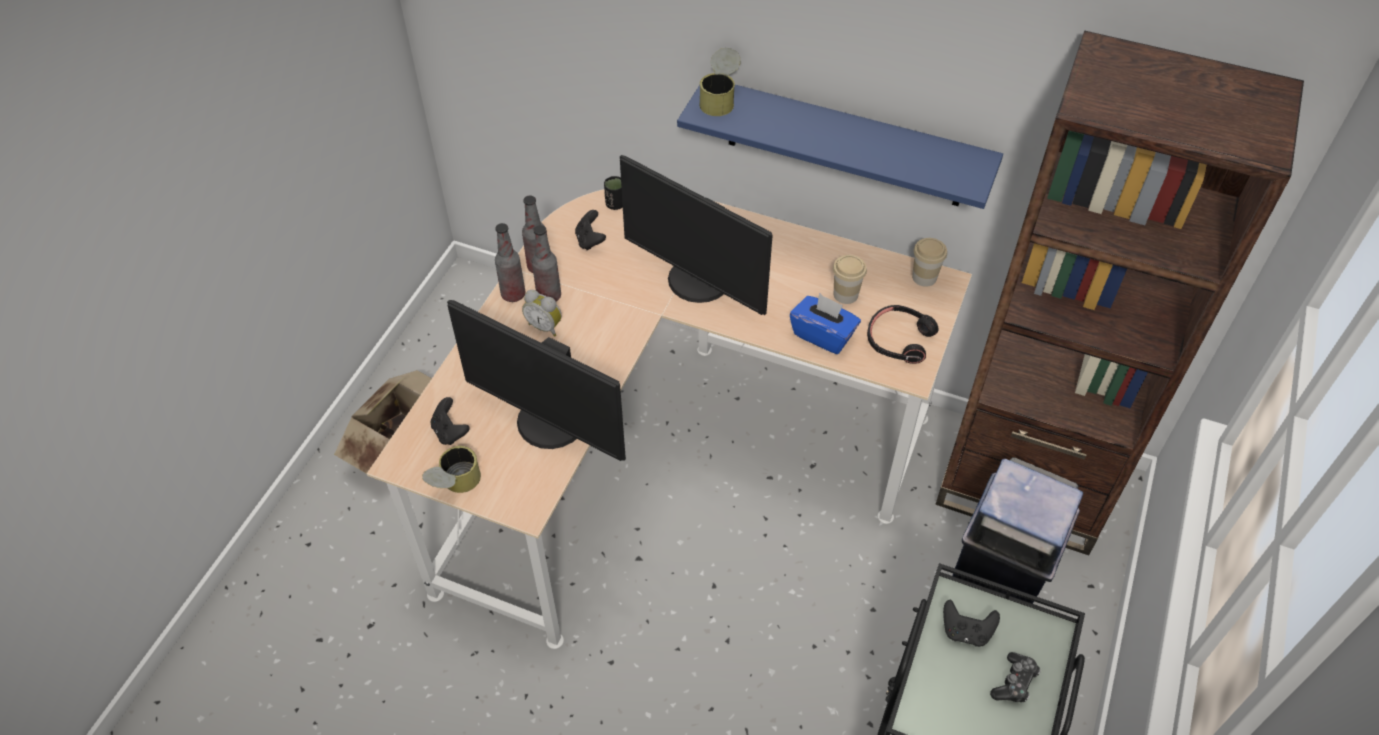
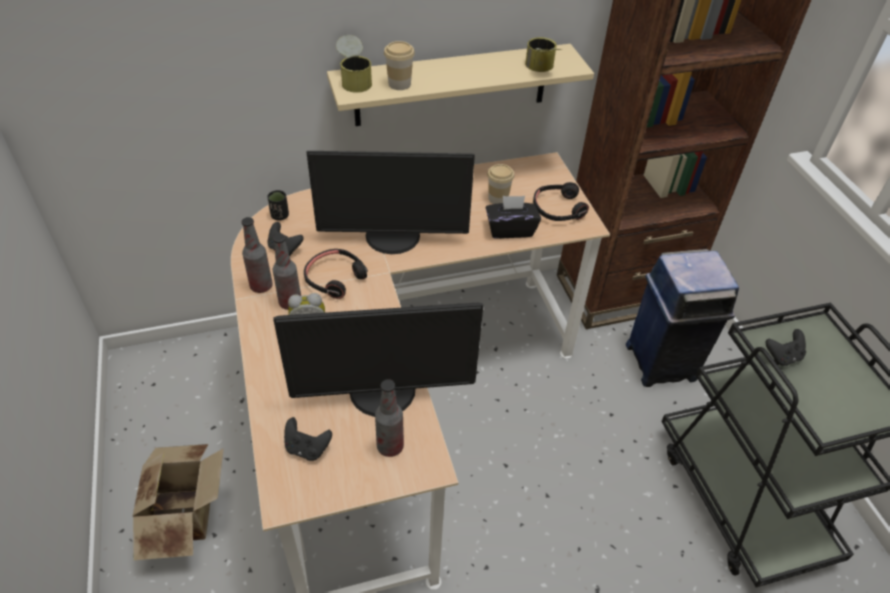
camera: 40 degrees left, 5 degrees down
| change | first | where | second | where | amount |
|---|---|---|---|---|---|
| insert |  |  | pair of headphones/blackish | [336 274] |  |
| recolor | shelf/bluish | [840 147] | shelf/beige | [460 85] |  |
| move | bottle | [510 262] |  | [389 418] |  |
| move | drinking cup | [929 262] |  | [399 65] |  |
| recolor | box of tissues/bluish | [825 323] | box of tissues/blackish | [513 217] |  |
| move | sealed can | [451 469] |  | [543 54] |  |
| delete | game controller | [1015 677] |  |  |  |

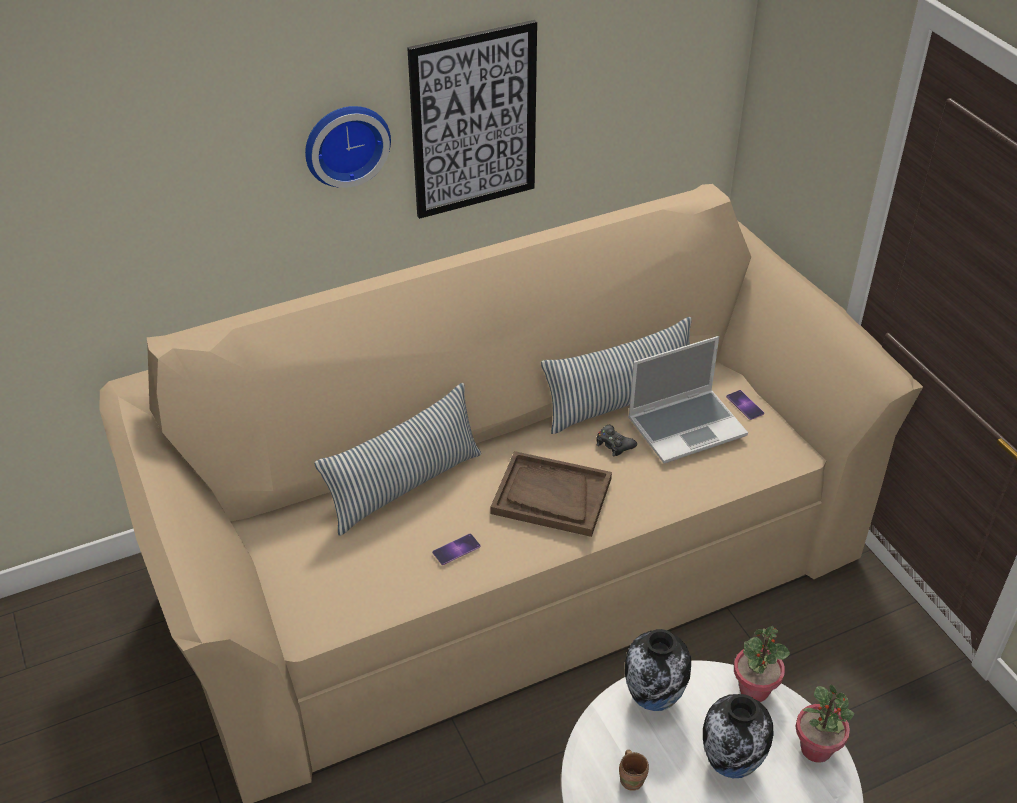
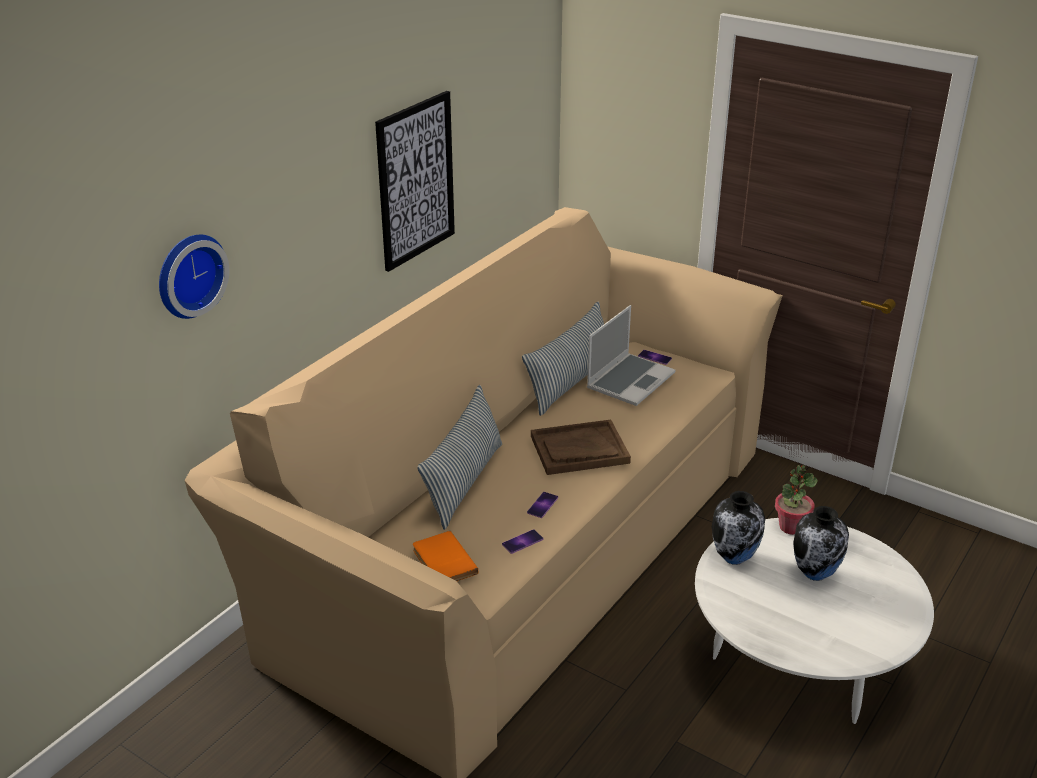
camera: 30 degrees left, 10 degrees down
| change | first | where | second | where | amount |
|---|---|---|---|---|---|
| move | hanging clock | [348 147] |  | [194 277] |  |
| insert |  |  | volume/orangey | [445 556] |  |
| insert |  |  | telephone | [522 541] |  |
| delete | game controller/blackish | [616 440] |  |  |  |
| delete | coffee mug/brownish | [634 770] |  |  |  |
| delete | plant in a pot | [824 723] |  |  |  |

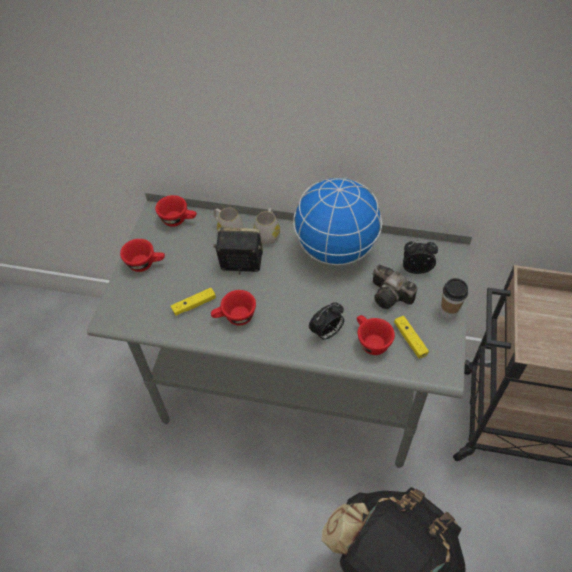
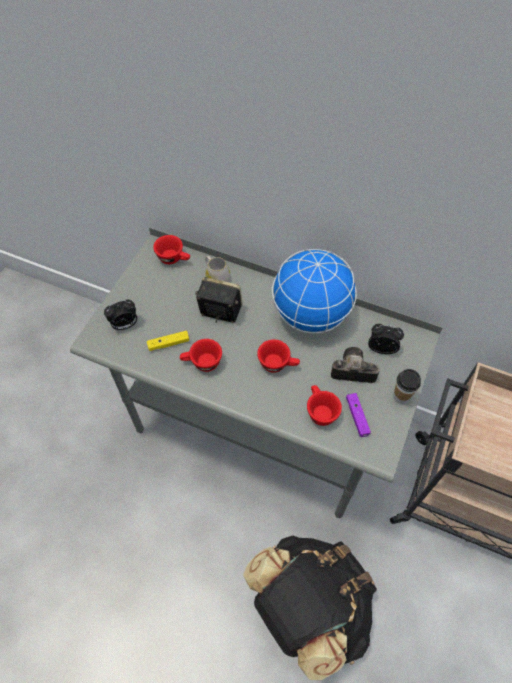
camera: 10 degrees right, 5 degrees up
| change | first | where | second | where | amount |
|---|---|---|---|---|---|
| move | alarm clock | [326 321] |  | [120 315] |  |
| move | drinking cup/reddish | [142 255] |  | [278 356] |  |
| rotate | photo camera | [395 287] |  | [355 365] | 135 degrees clockwise |
| recolor | game controller/yellowish | [411 337] | game controller/purple-coloured | [358 415] |  |
| delete | coffee mug/white | [267 226] |  |  |  |

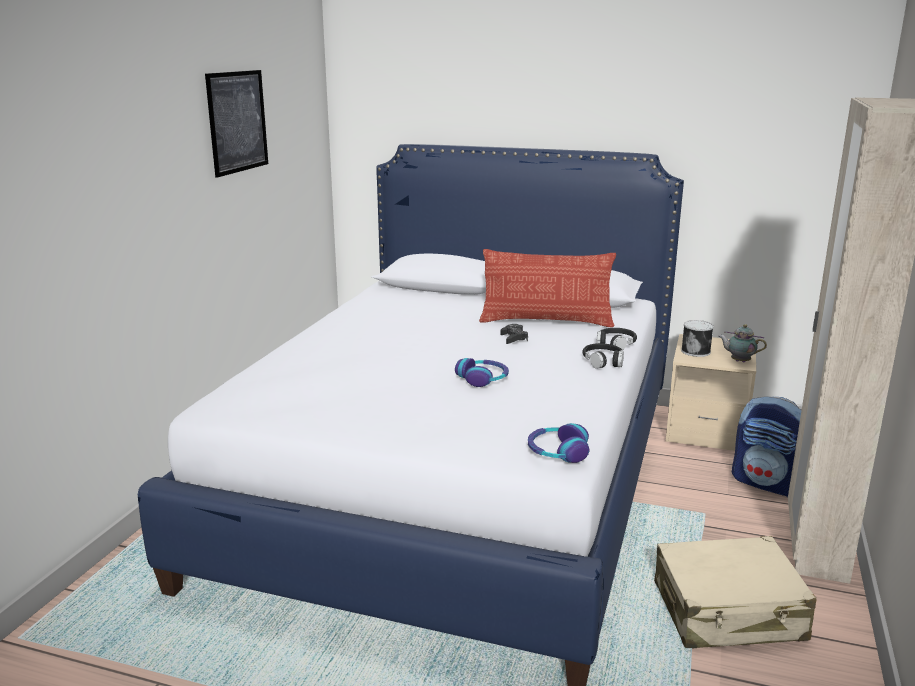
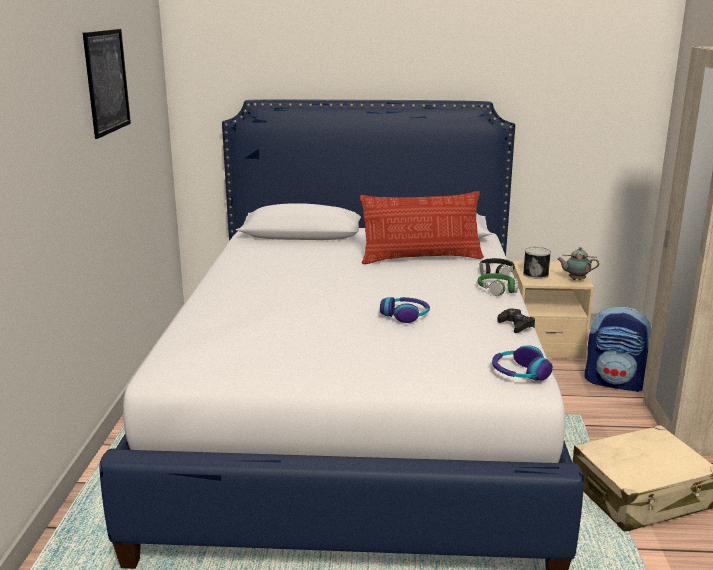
camera: 15 degrees left, 0 degrees up
| change | first | where | second | where | amount |
|---|---|---|---|---|---|
| recolor | pair of headphones/blackish | [603 356] | pair of headphones/green | [498 284] |  |
| move | game controller/blackish | [514 334] |  | [516 320] |  |

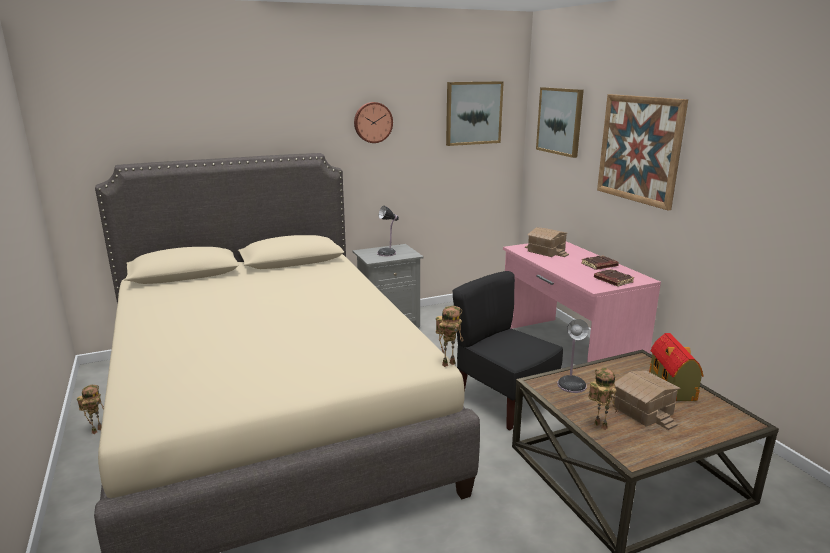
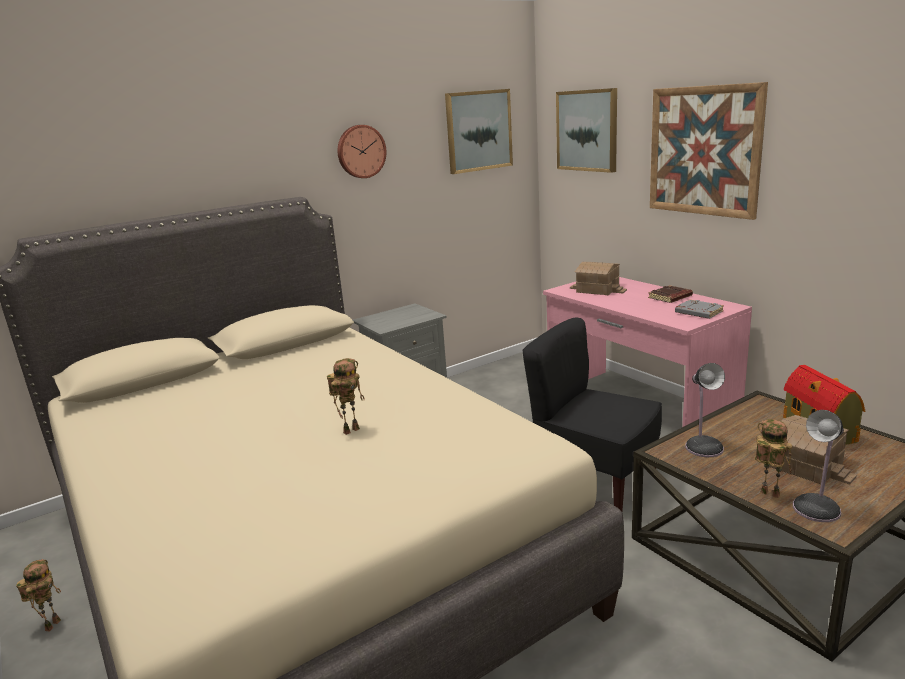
camera: 10 degrees left, 0 degrees up
| change | first | where | second | where | amount |
|---|---|---|---|---|---|
| move | toy robot | [449 336] |  | [346 396] |  |
| recolor | volume/brownish | [614 277] | volume/grey | [699 309] |  |
| move | table lamp | [388 231] |  | [818 466] |  |

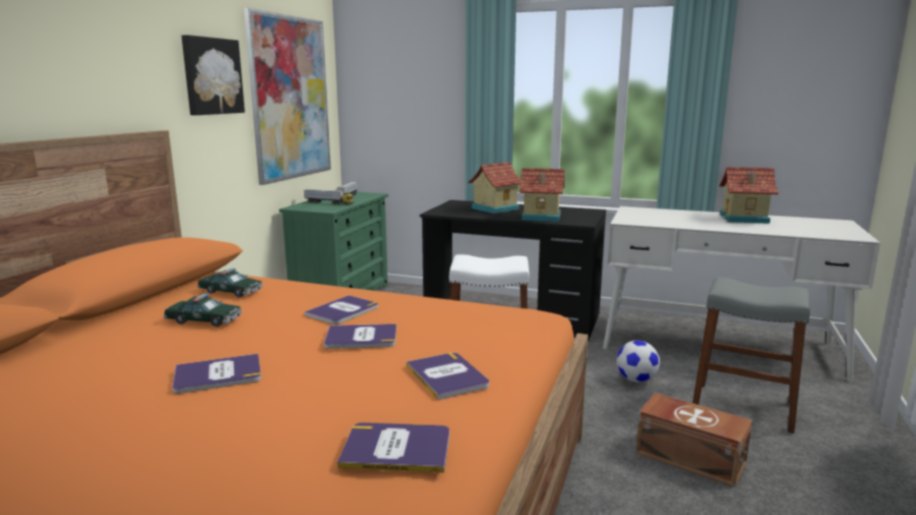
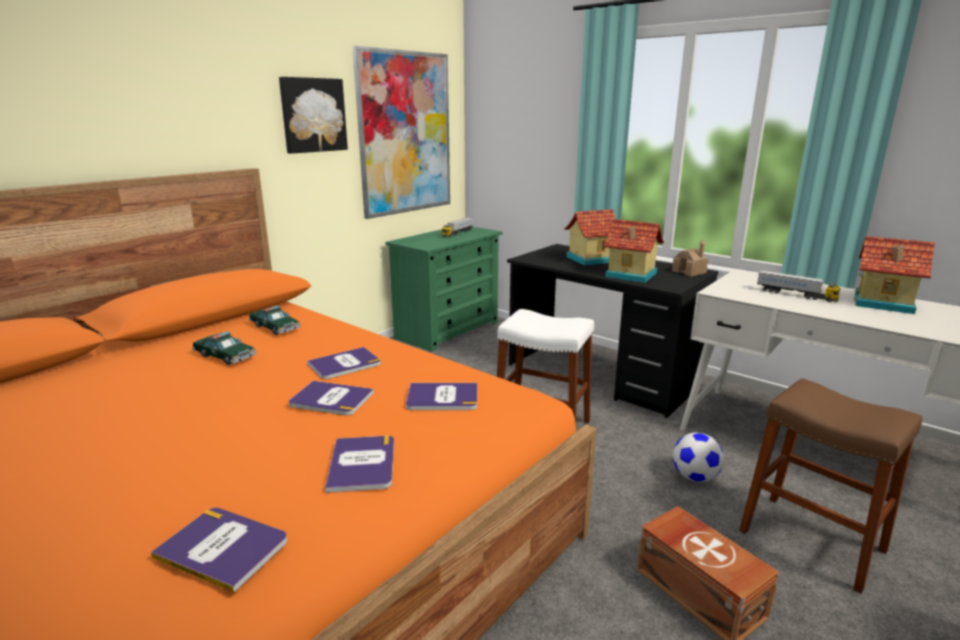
camera: 20 degrees right, 5 degrees up
| change | first | where | second | where | amount |
|---|---|---|---|---|---|
| move | volume | [216 374] |  | [441 396] |  |
| insert |  |  | model house | [690 258] |  |
| recolor | sitting stool/grey | [751 355] | sitting stool/brownish | [830 486] |  |
| move | model truck | [328 197] |  | [799 286] |  |

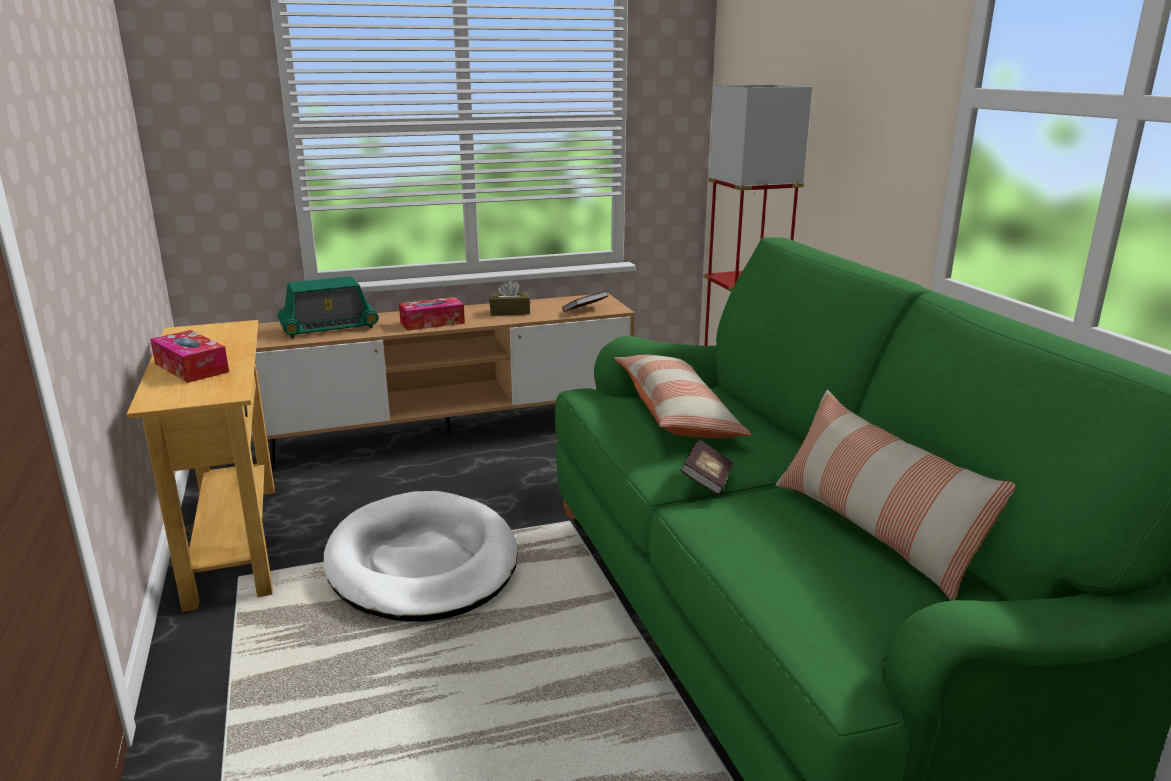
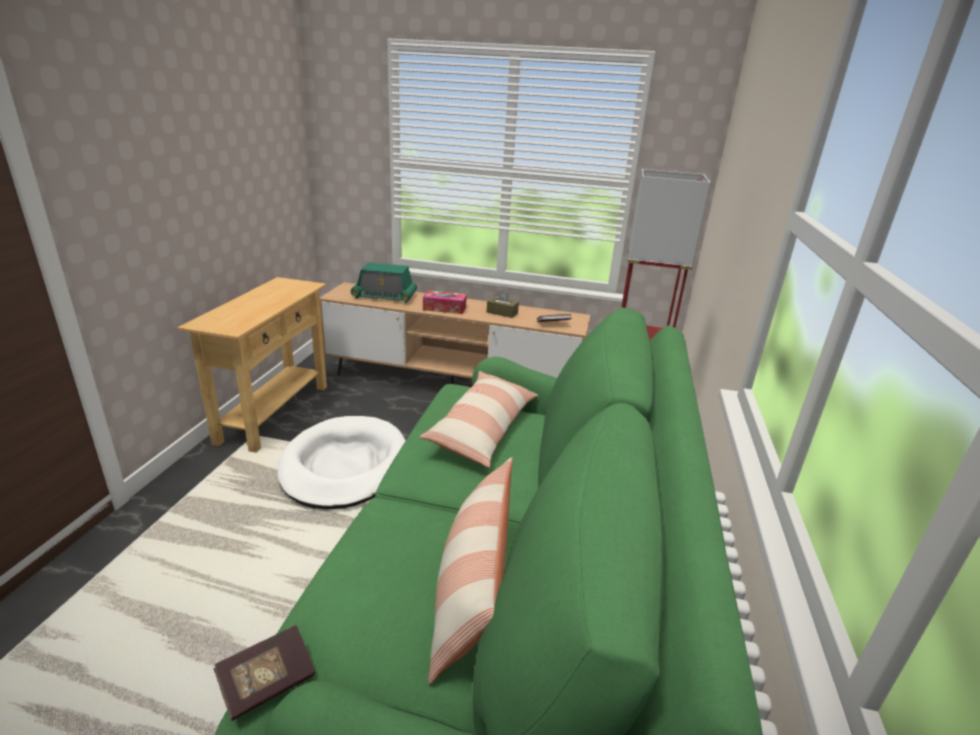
camera: 30 degrees right, 5 degrees up
| change | first | where | second | where | amount |
|---|---|---|---|---|---|
| move | volume | [706 467] |  | [264 673] |  |
| delete | box of tissues | [189 356] |  |  |  |

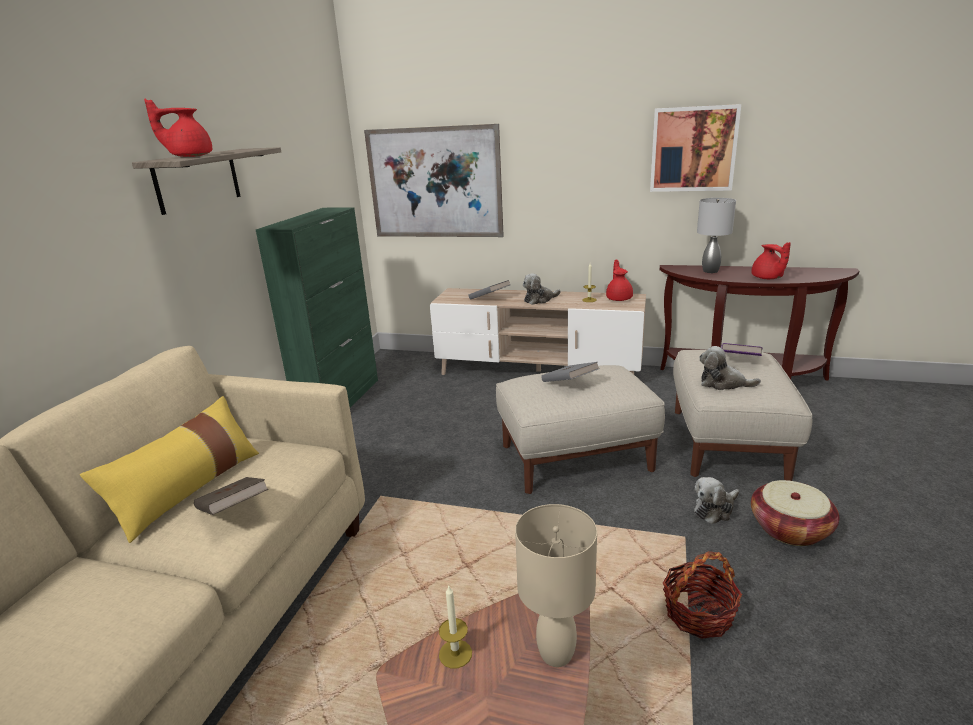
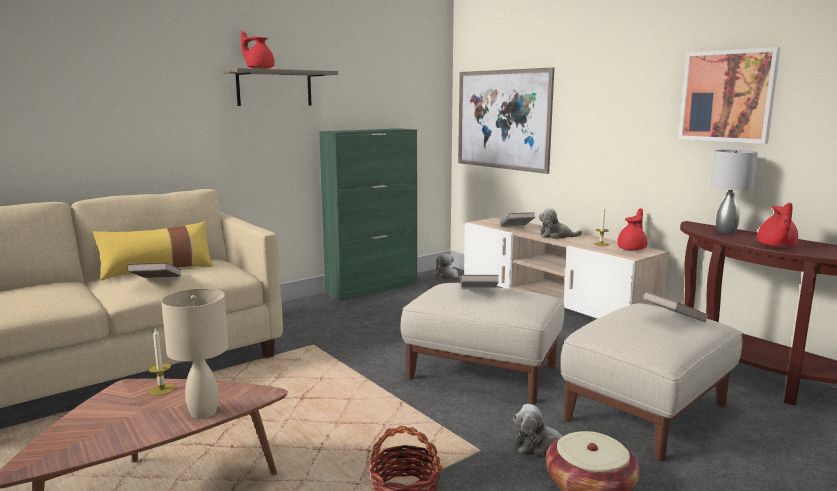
camera: 35 degrees right, 10 degrees down
| change | first | where | second | where | amount |
|---|---|---|---|---|---|
| move | cuddly toy | [730 368] |  | [448 267] |  |
| recolor | volume/purple-coloured | [742 349] | volume/grey | [675 307] |  |

